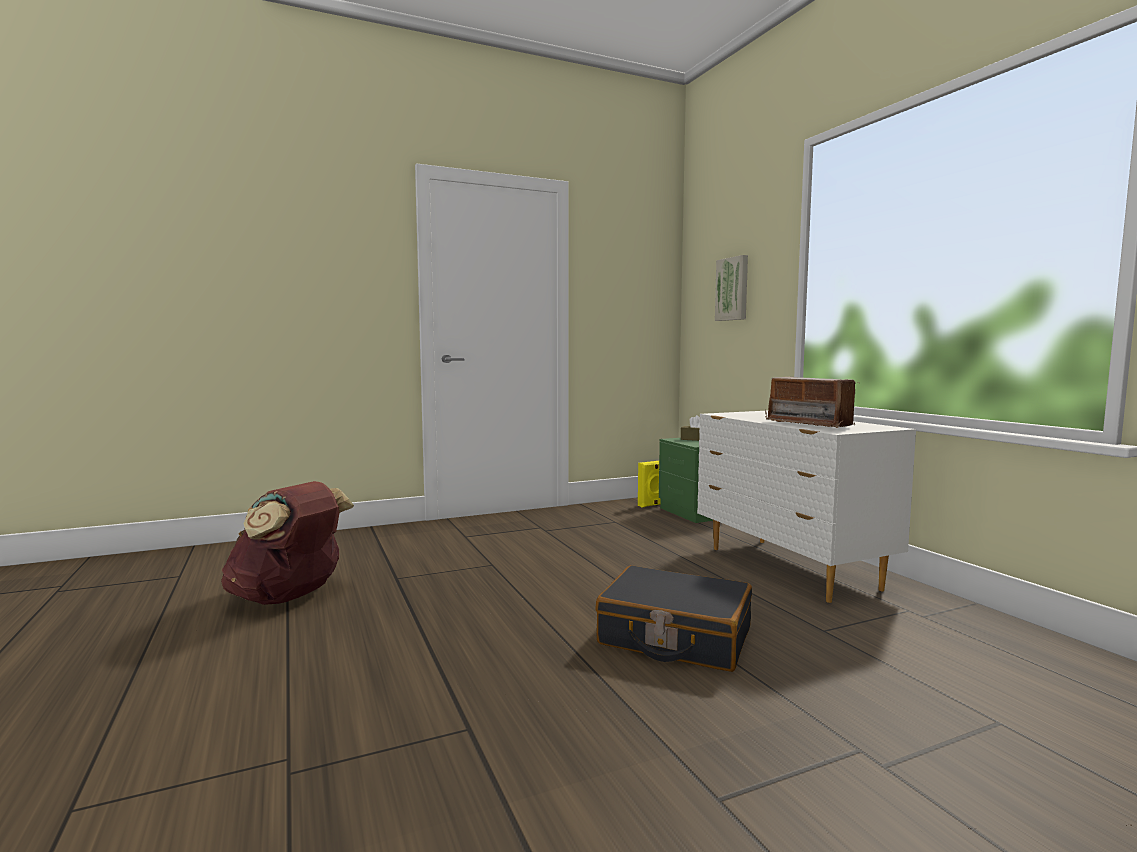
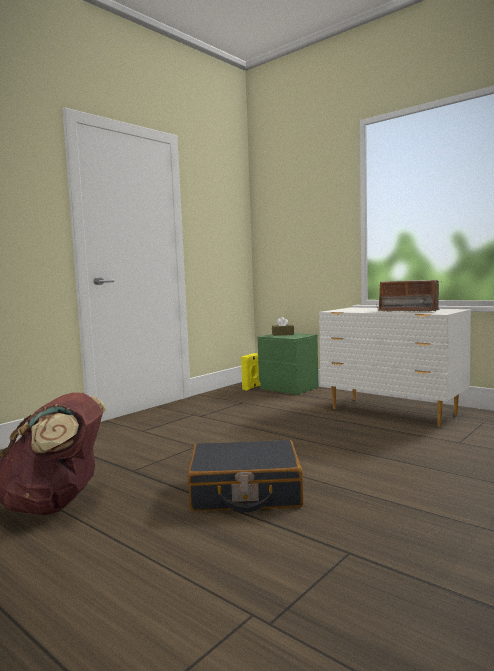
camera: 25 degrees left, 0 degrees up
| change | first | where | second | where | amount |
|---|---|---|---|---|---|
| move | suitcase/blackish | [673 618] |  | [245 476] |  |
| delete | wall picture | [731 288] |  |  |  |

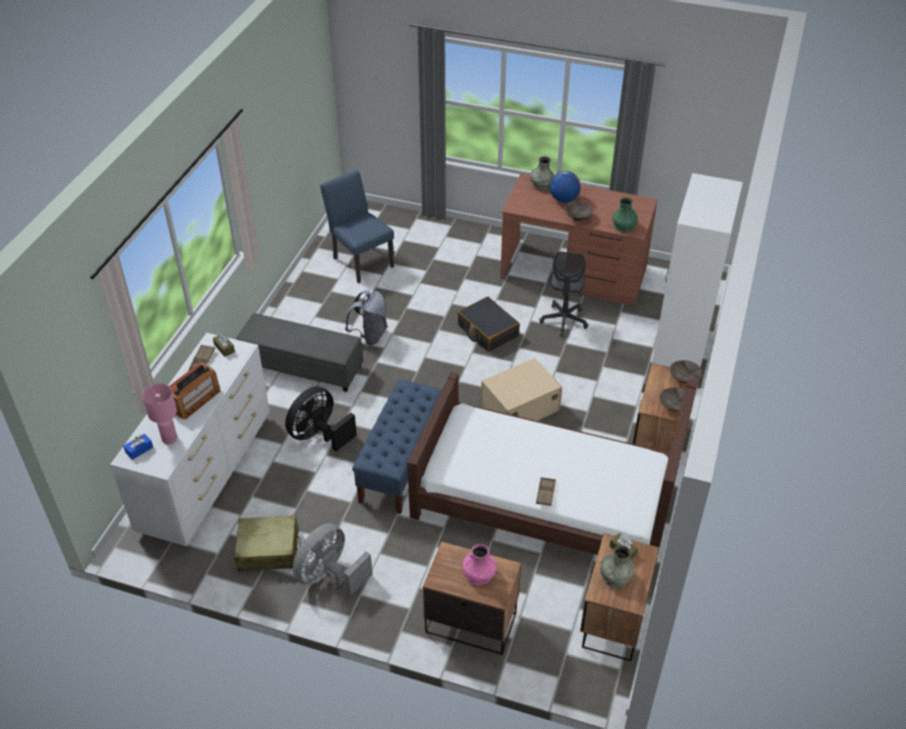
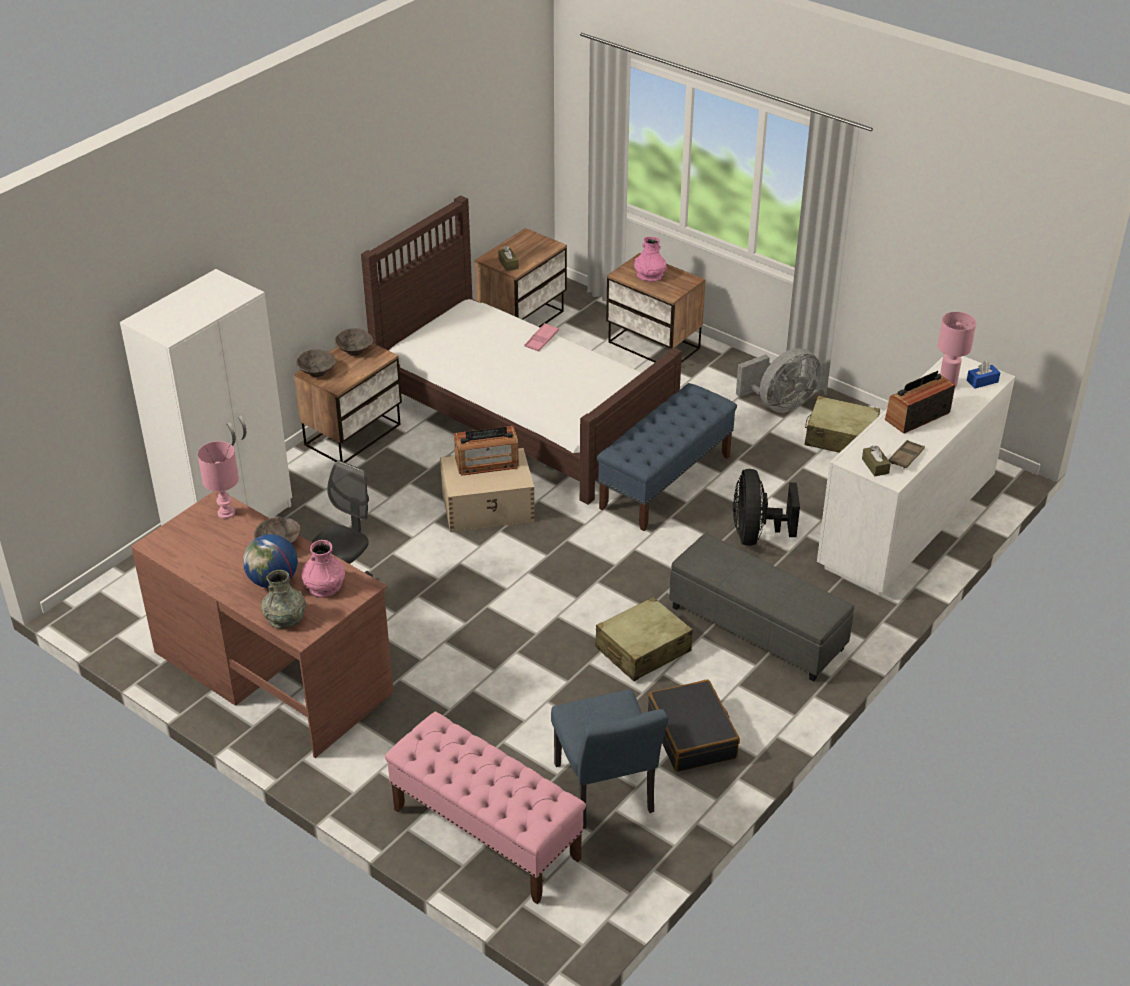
camera: 160 degrees left, 5 degrees down
| change | first | where | second | where | amount |
|---|---|---|---|---|---|
| replace | flower vase/green | [625 214] | table lamp/pinkish | [218 480] |  |
| insert |  |  | flower vase/pinkish | [323 569] |  |
| insert |  |  | bench/pinkish | [485 807] |  |
| insert |  |  | radio receiver | [486 451] |  |
| recolor | serving tray/brownish | [546 491] | serving tray/pinkish | [542 337] |  |
| replace | knapsack/grey | [366 317] | suitcase/beige | [644 639] |  |
| move | suitcase/blackish | [488 324] |  | [694 726] |  |
| rotate | cooling fan/blackish | [321 419] |  | [766 507] | 120 degrees clockwise |
| delete | flower vase/grey | [617 566] |  |  |  |

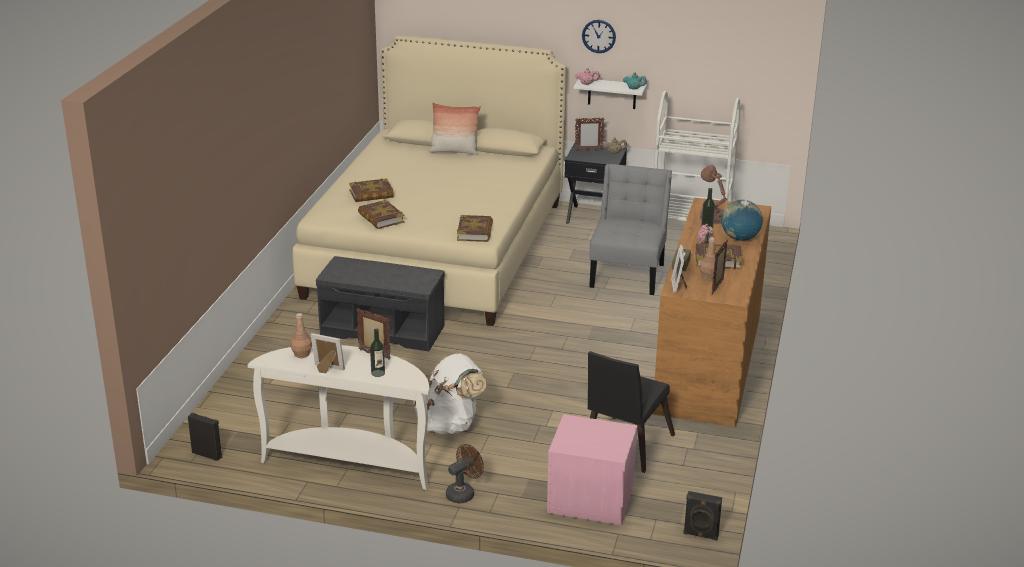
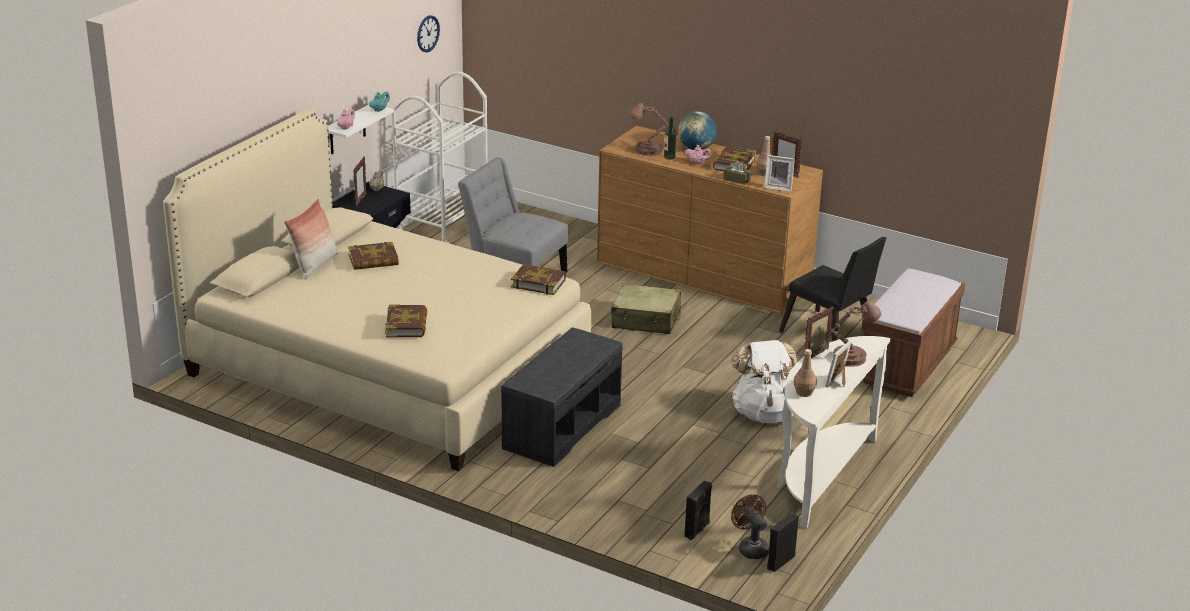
camera: 75 degrees left, 0 degrees up
| change | first | where | second | where | amount |
|---|---|---|---|---|---|
| move | volume | [381 214] |  | [373 256] |  |
| move | hanging clock | [599 36] |  | [428 34] |  |
| insert |  |  | suitcase/beige | [646 309] |  |
| move | speaker/blackish | [702 516] |  | [698 510] |  |
| move | cooling fan/brownish | [465 473] |  | [750 526] |  |
| replace | bottle | [377 352] | table lamp/brownish | [856 334] |  |
| replace | night table/pinkish | [592 469] | bench/brownish | [913 333] |  |

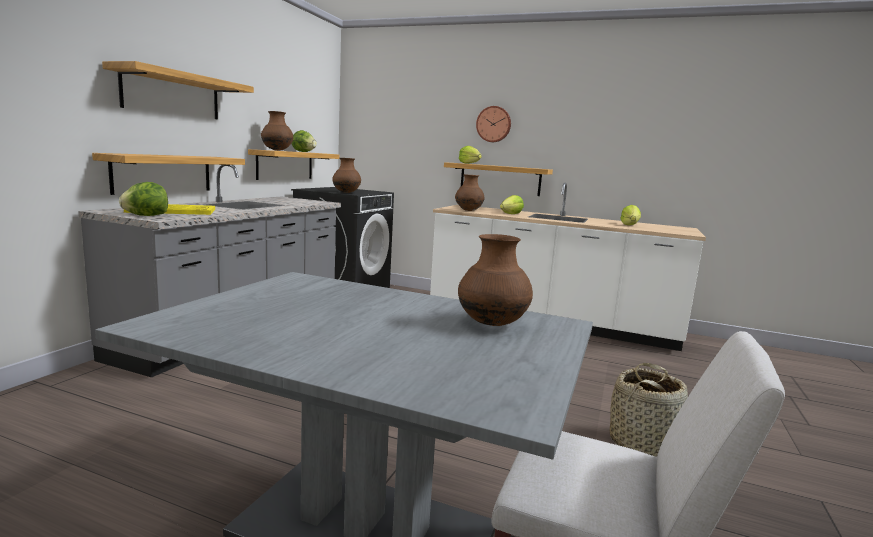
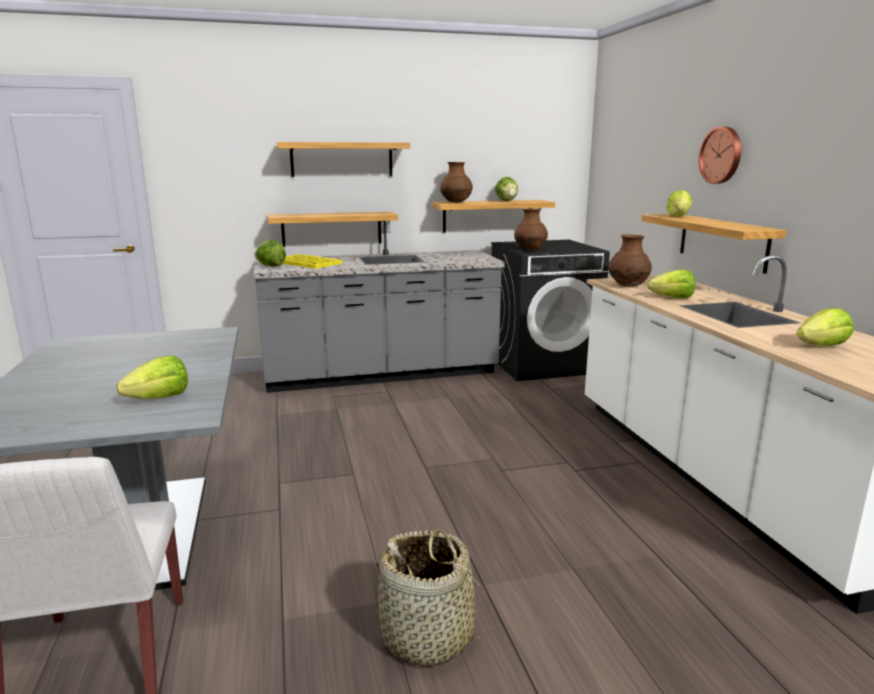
camera: 55 degrees right, 5 degrees up
| change | first | where | second | where | amount |
|---|---|---|---|---|---|
| replace | flower vase/brownish | [495 280] | lettuce head | [152 377] |  |

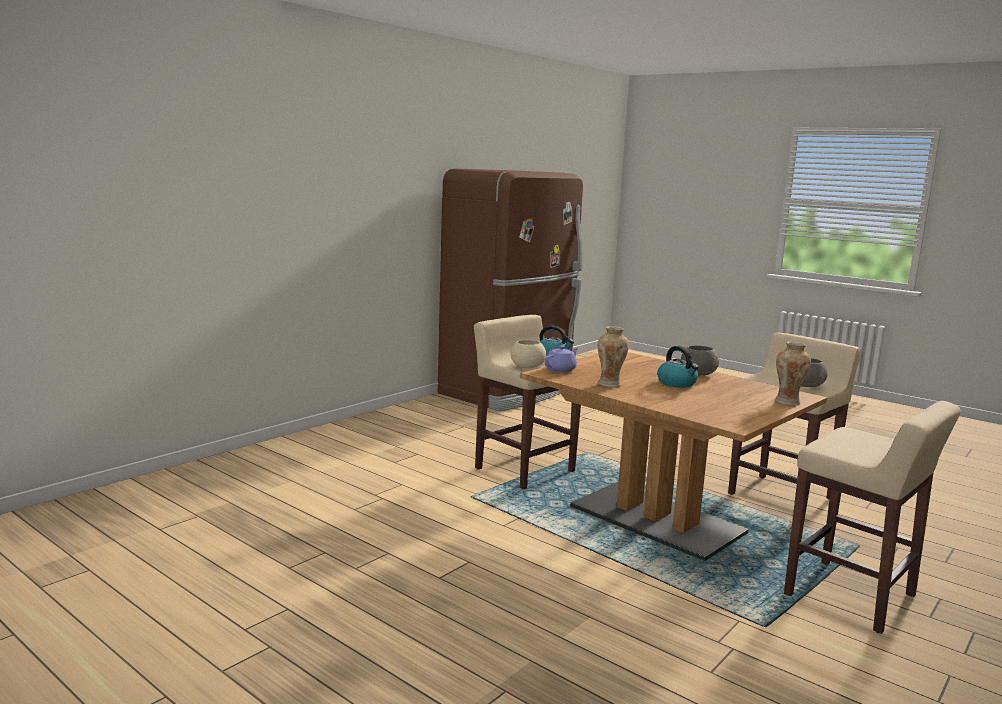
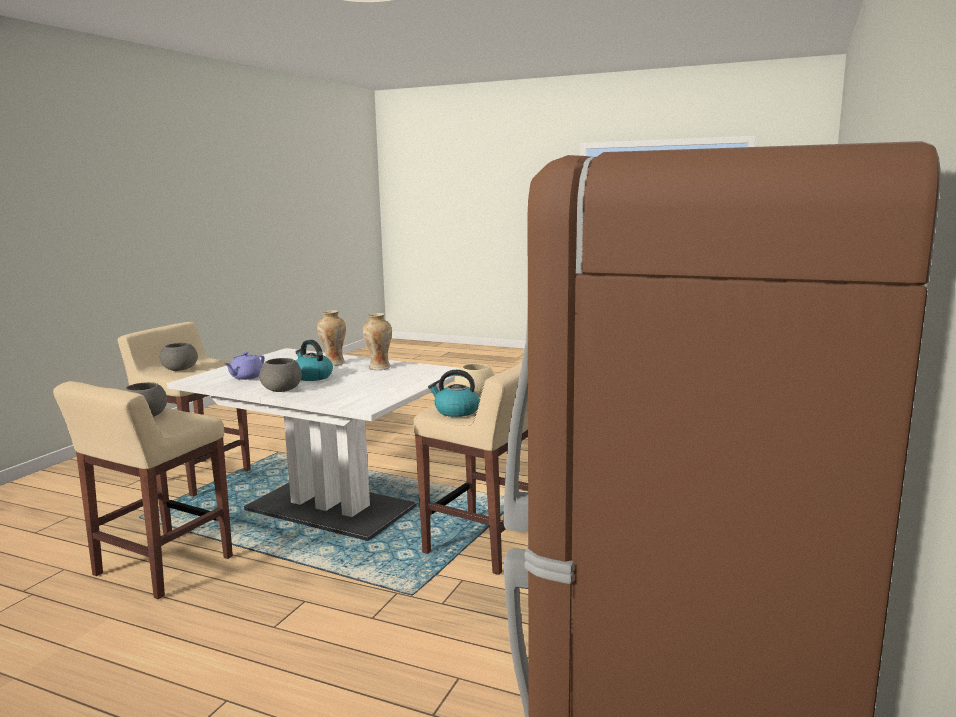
camera: 165 degrees right, 0 degrees up
| change | first | where | second | where | amount |
|---|---|---|---|---|---|
| insert |  |  | serving bowl/grey | [179 356] |  |
| recolor | dining table/brownish | [673 456] | dining table/white | [313 444] |  |
| move | pot for tea/purple-coloured | [562 359] |  | [244 366] |  |
| move | flower vase | [793 373] |  | [331 338] |  |

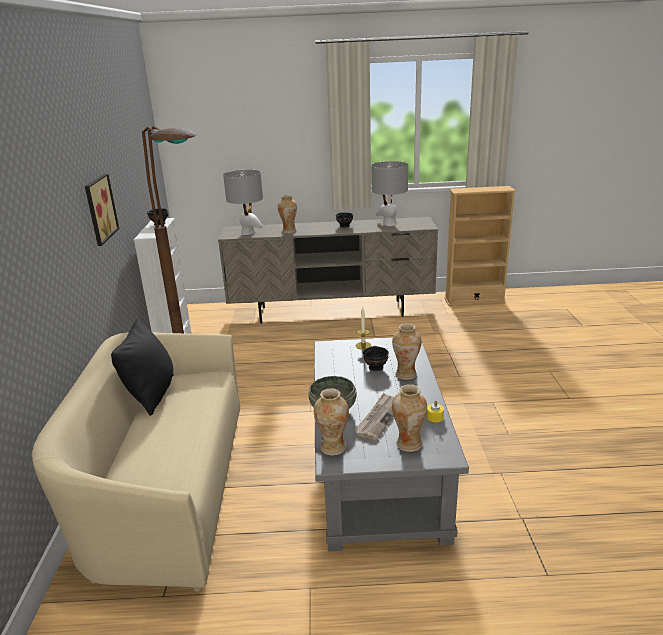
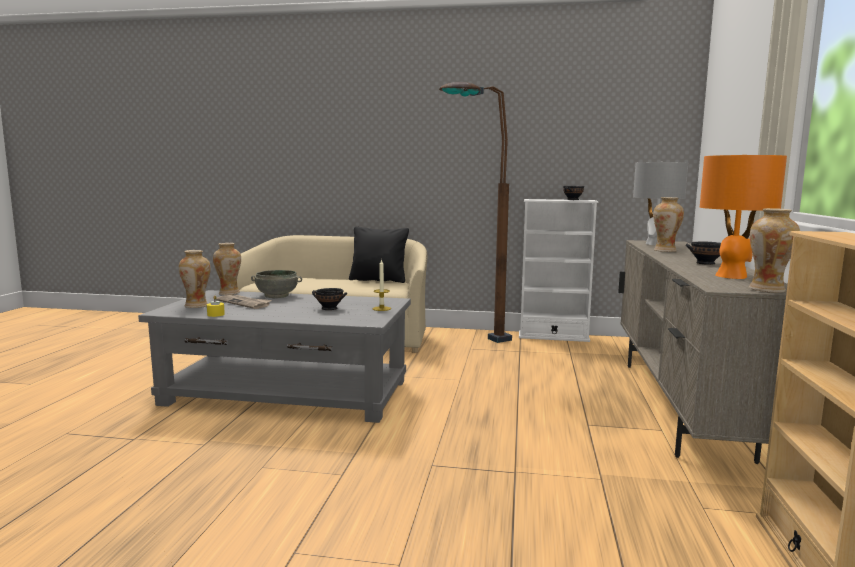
camera: 100 degrees right, 15 degrees down
| change | first | where | second | where | amount |
|---|---|---|---|---|---|
| recolor | table lamp/grey | [389 193] | table lamp/orangey | [743 217] |  |
| move | flower vase | [406 352] |  | [774 250] |  |
| delete | wall picture | [102 209] |  |  |  |

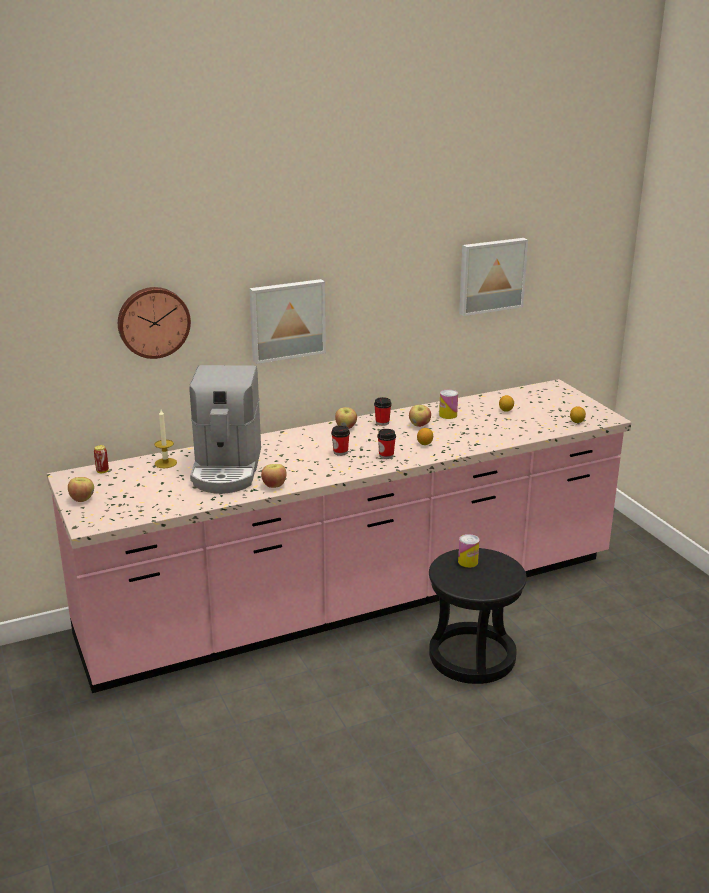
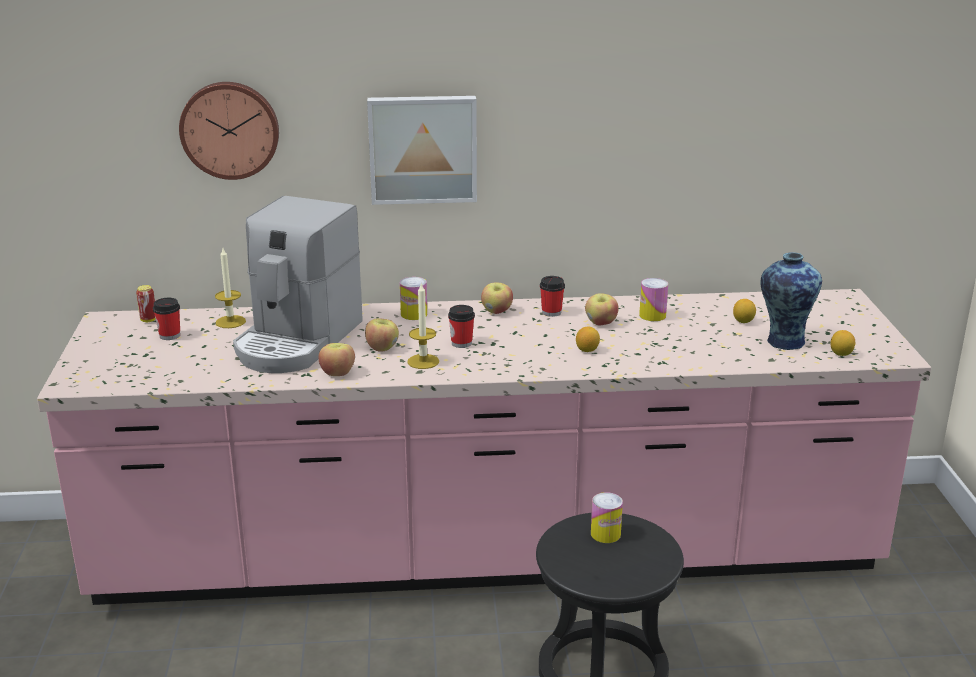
camera: 20 degrees right, 0 degrees up
| change | first | where | second | where | amount |
|---|---|---|---|---|---|
| move | drinking cup | [386 444] |  | [166 319] |  |
| move | apple | [81 489] |  | [382 335] |  |
| insert |  |  | sealed can | [413 298] |  |
| insert |  |  | wax light | [423 325] |  |
| insert |  |  | flower vase | [791 301] |  |
| delete | wall picture | [493 277] |  |  |  |

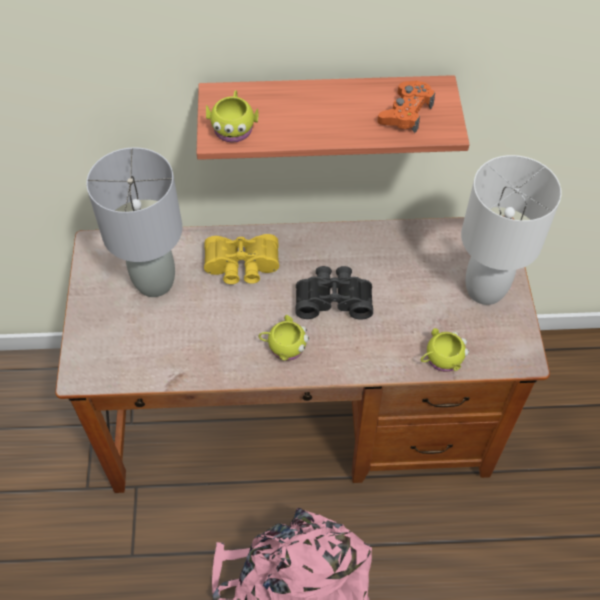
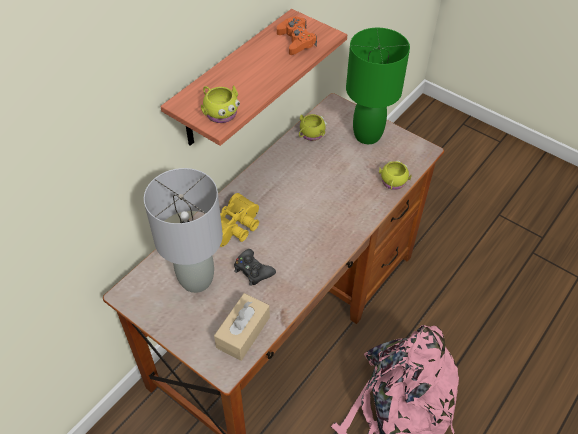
camera: 50 degrees left, 5 degrees down
| change | first | where | second | where | amount |
|---|---|---|---|---|---|
| insert |  |  | box of tissues/beige | [242 327] |  |
| insert |  |  | game controller/blackish | [255 267] |  |
| move | coffee mug/yellowish | [284 338] |  | [313 127] |  |
| recolor | table lamp/white | [511 230] | table lamp/green | [378 86] |  |
| delete | pair of binoculars/blackish | [334 293] |  |  |  |

